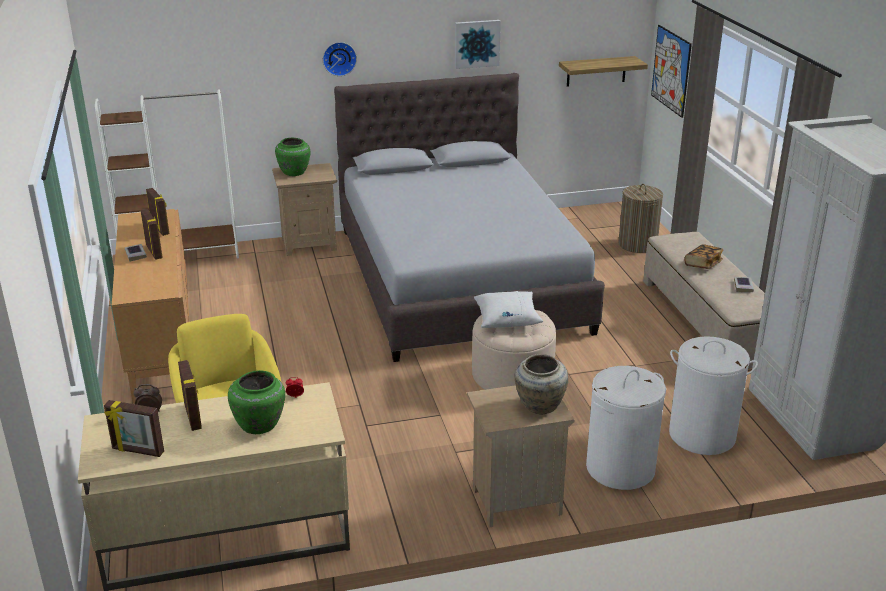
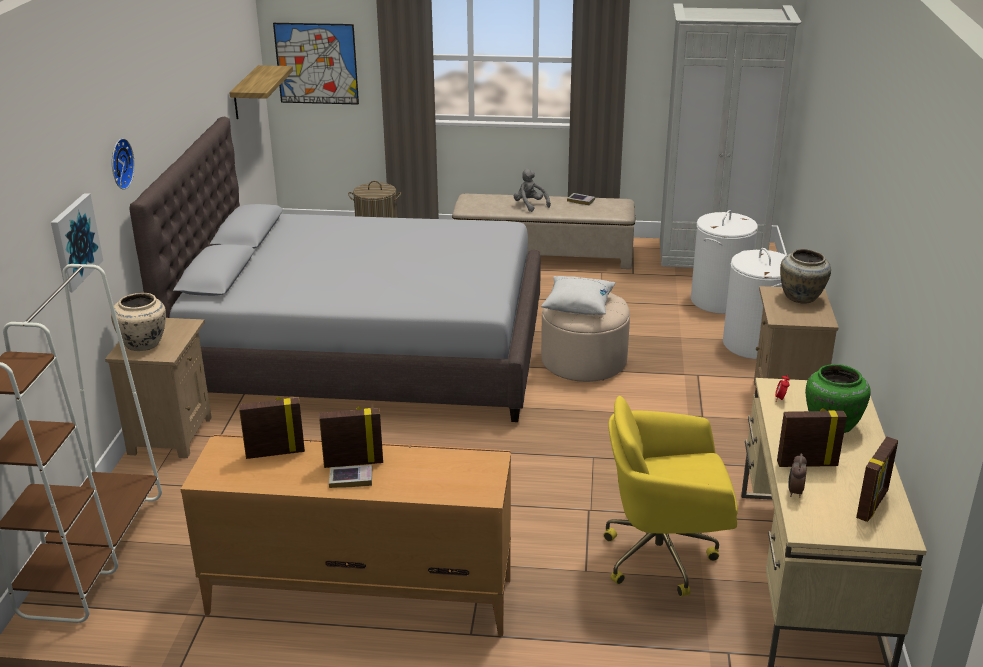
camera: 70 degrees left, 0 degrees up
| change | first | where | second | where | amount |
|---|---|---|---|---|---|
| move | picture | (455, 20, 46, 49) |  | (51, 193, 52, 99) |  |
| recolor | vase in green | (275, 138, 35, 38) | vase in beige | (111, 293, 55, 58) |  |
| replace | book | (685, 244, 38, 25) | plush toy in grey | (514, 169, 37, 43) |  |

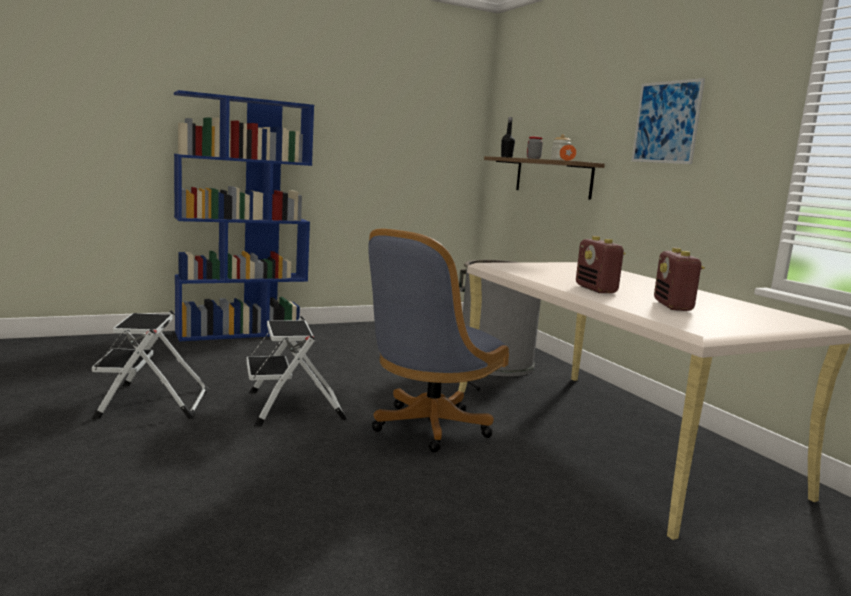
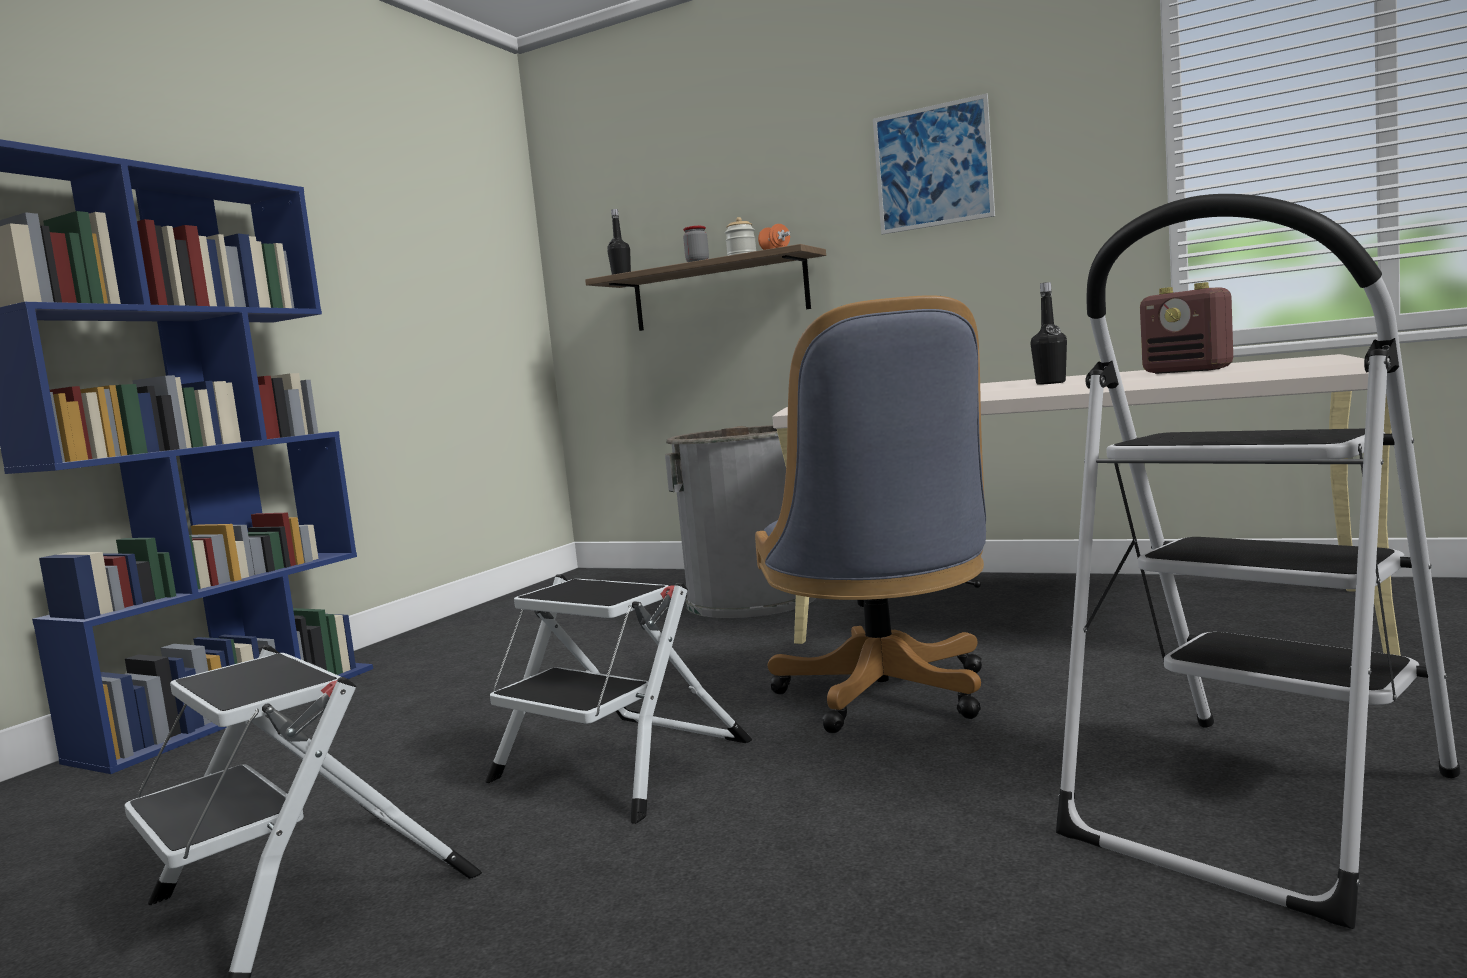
camera: 35 degrees left, 5 degrees down
| change | first | where | second | where | amount |
|---|---|---|---|---|---|
| replace | radio | (576, 236, 50, 57) | bottle in black | (1031, 282, 36, 103) |  |
| insert |  |  | step ladder | (1056, 194, 404, 735) |  |

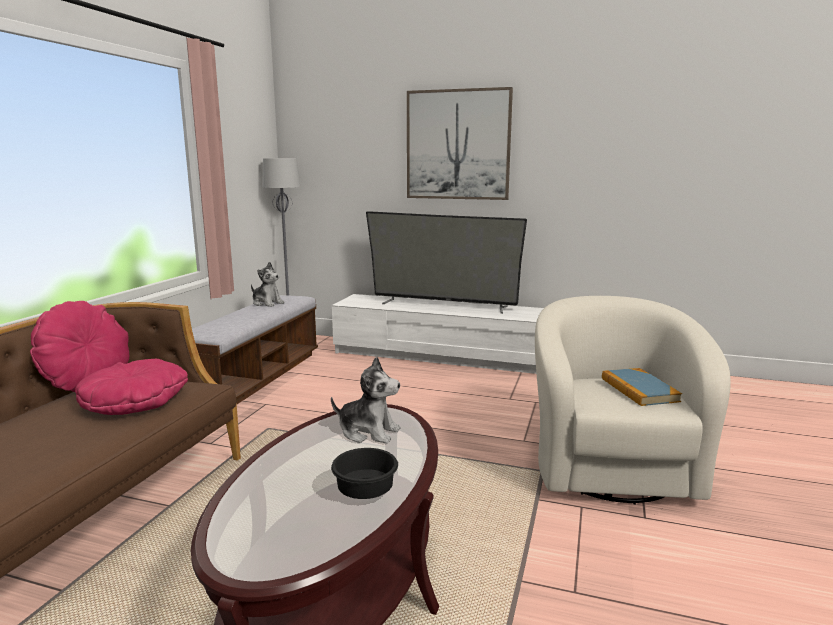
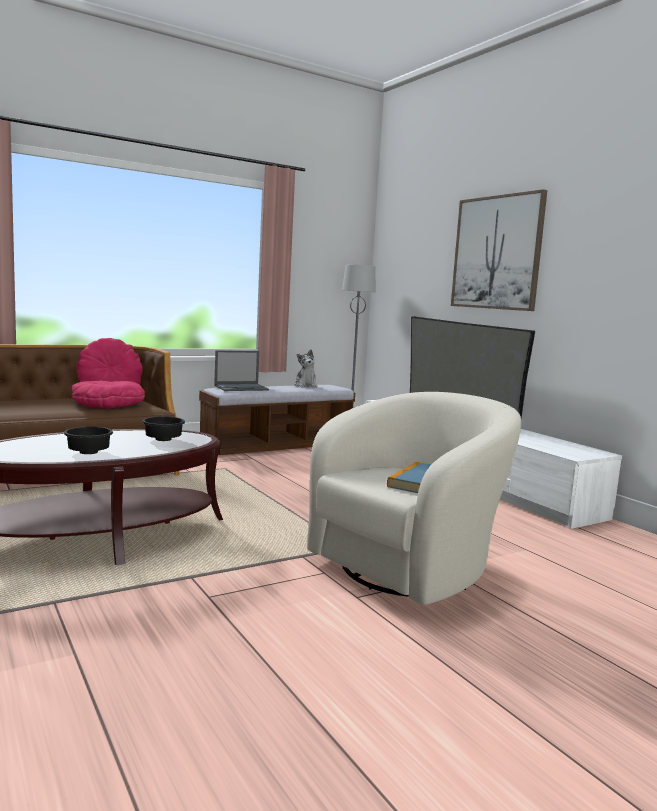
camera: 40 degrees right, 5 degrees down
| change | first | where | second | where | amount |
|---|---|---|---|---|---|
| replace | plush toy | (331, 356, 70, 88) | bowl in black | (142, 416, 43, 25) |  |
| insert |  |  | laptop | (214, 350, 55, 41) |  |

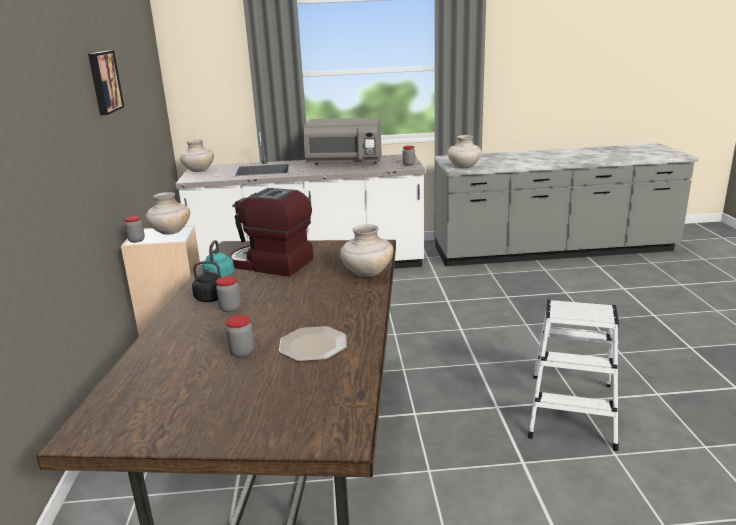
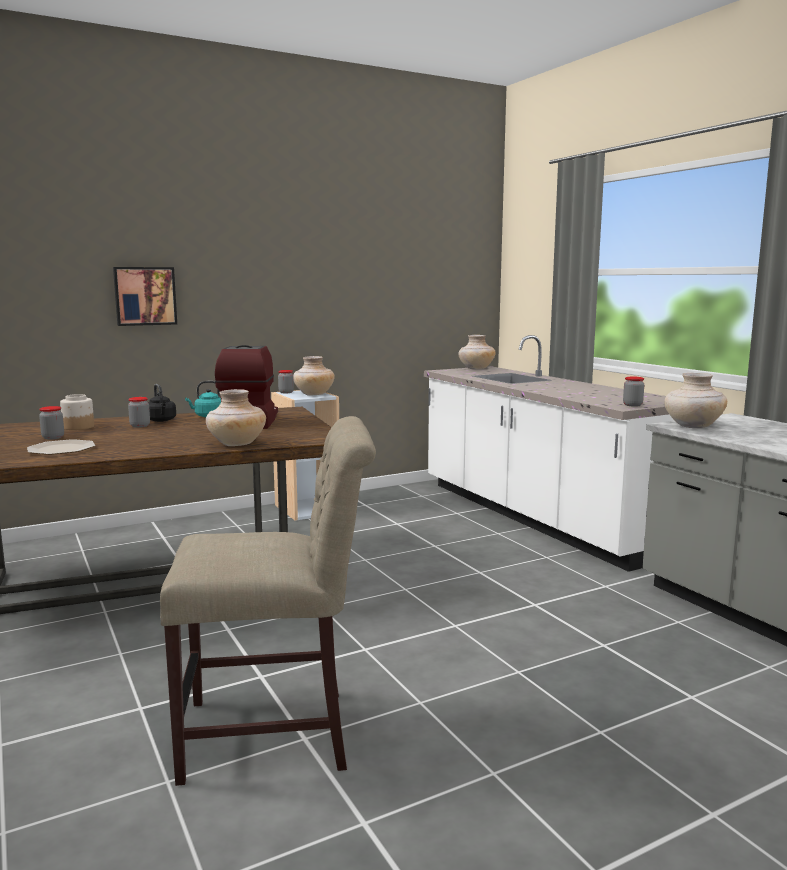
camera: 65 degrees right, 10 degrees down
| change | first | where | second | where | amount |
|---|---|---|---|---|---|
| insert |  |  | jar | (60, 394, 34, 36) |  |
| move | picture | (88, 50, 36, 65) |  | (113, 267, 64, 59) |  |
| replace | step ladder in white | (528, 299, 91, 152) | chair in beige | (160, 416, 216, 370) |  |
| delete | microwave in grey | (303, 117, 79, 48) |  |  |  |

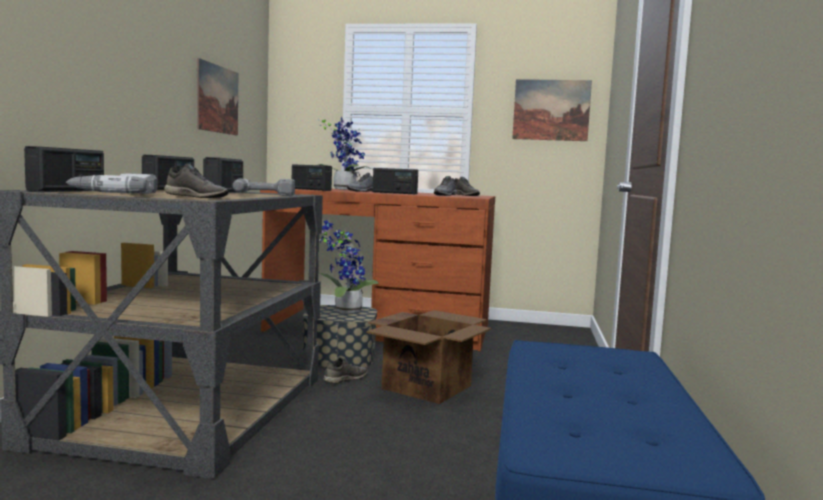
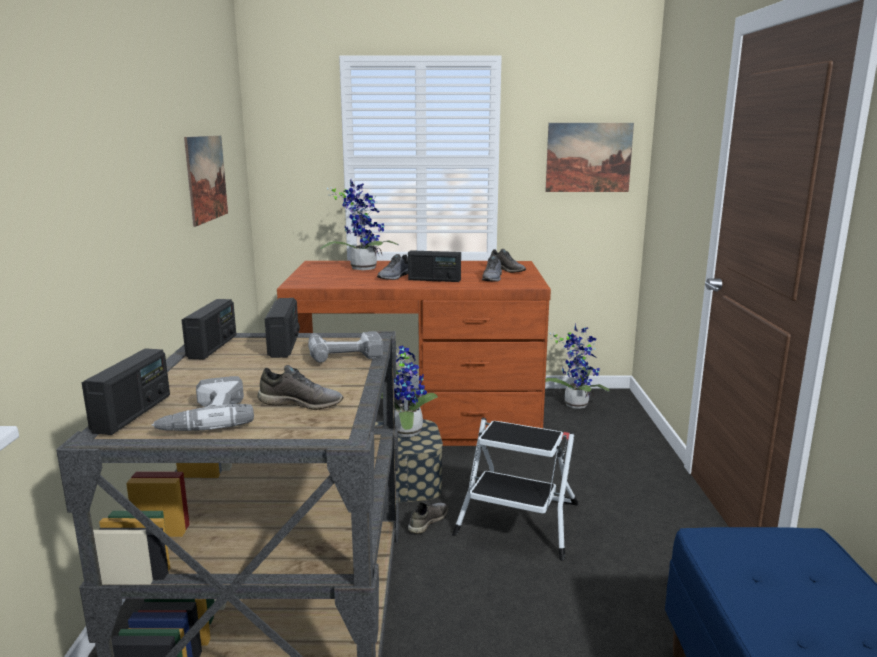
camera: 10 degrees left, 10 degrees up
| change | first | where | second | where | amount |
|---|---|---|---|---|---|
| replace | cardboard box | (366, 310, 126, 94) | step ladder | (452, 417, 127, 144) |  |
| insert |  |  | potted plant | (545, 323, 65, 86) |  |
| delete | radio | (292, 164, 40, 27) |  |  |  |

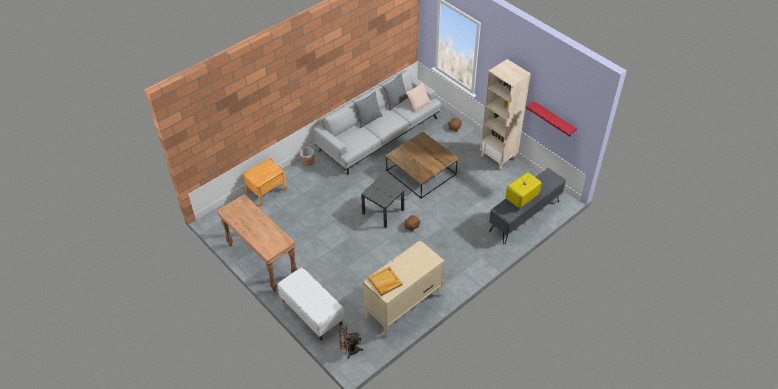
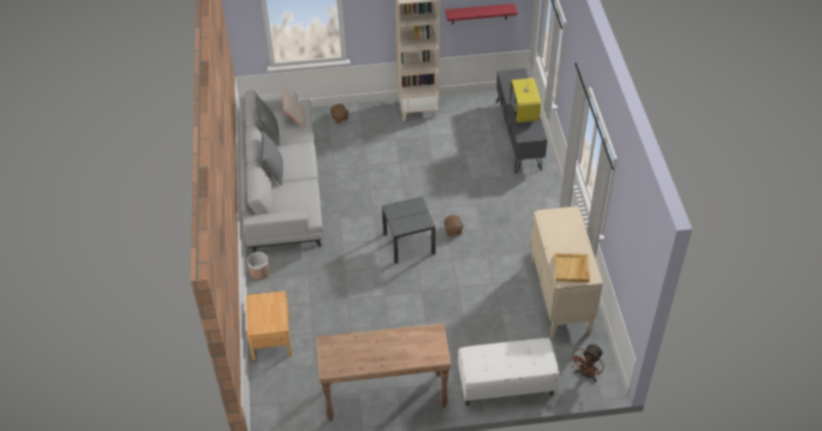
camera: 55 degrees left, 0 degrees up
| change | first | where | second | where | amount |
|---|---|---|---|---|---|
| delete | coffee table in brown | (385, 132, 74, 66) |  |  |  |

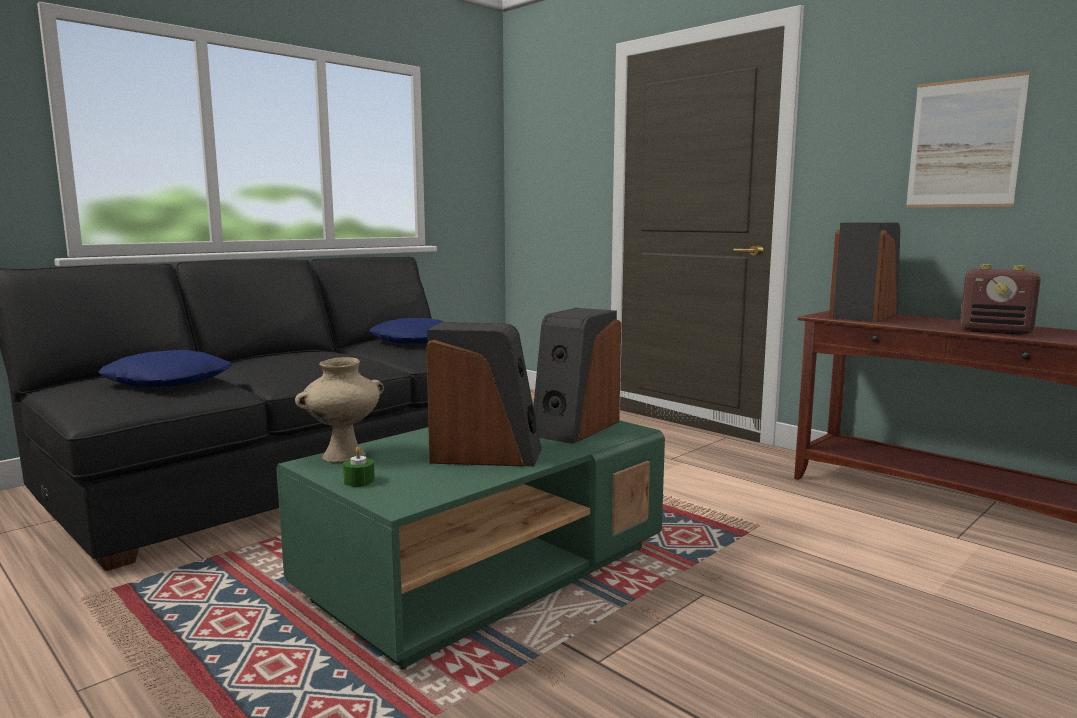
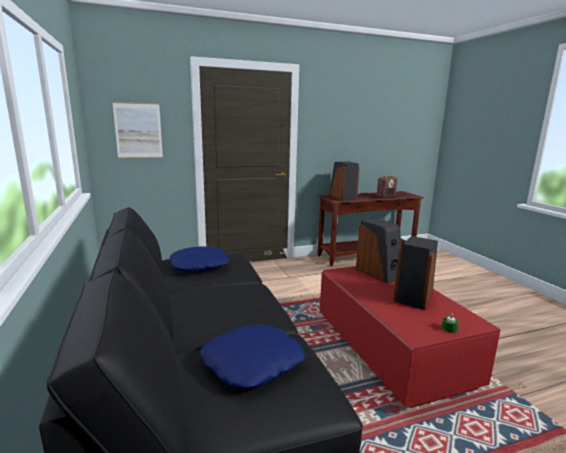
camera: 65 degrees left, 5 degrees up
| change | first | where | second | where | amount |
|---|---|---|---|---|---|
| move | picture | (906, 71, 124, 136) |  | (112, 102, 51, 56) |  |
| recolor | coffee table in green | (276, 402, 389, 267) | coffee table in red | (320, 266, 181, 142) |  |
| delete | vase in beige | (295, 357, 89, 105) |  |  |  |

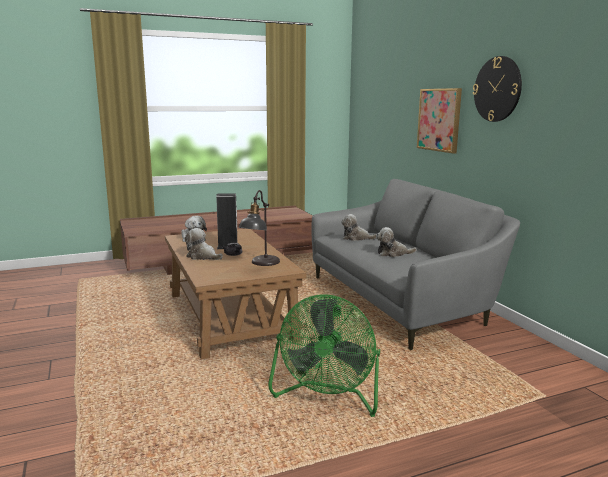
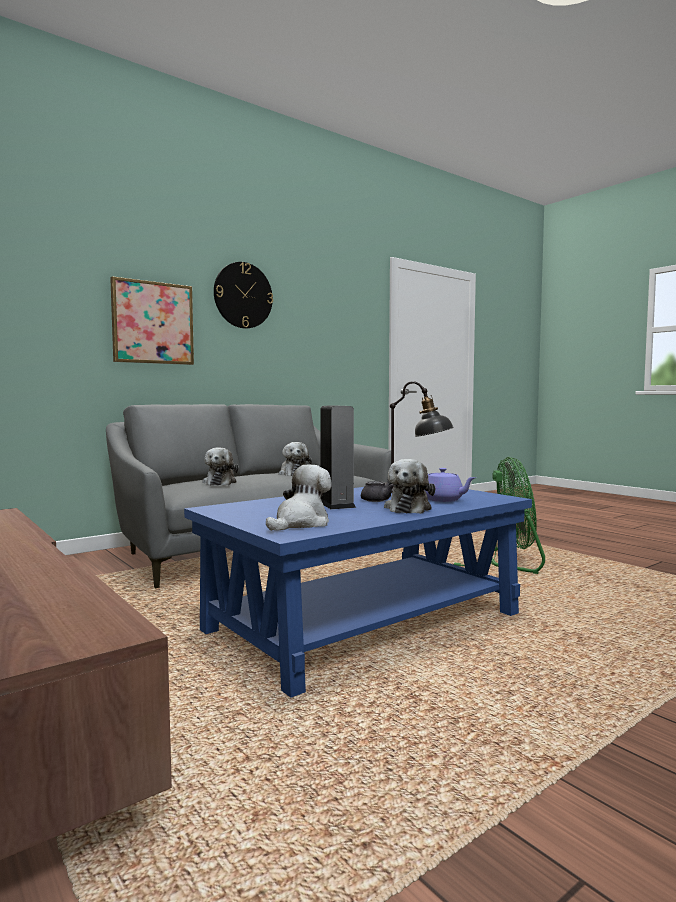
camera: 105 degrees left, 10 degrees down
| change | first | where | second | where | amount |
|---|---|---|---|---|---|
| recolor | coffee table in brown | (165, 229, 141, 130) | coffee table in blue | (184, 487, 348, 211) |  |
| insert |  |  | teapot in purple | (425, 468, 51, 34) |  |

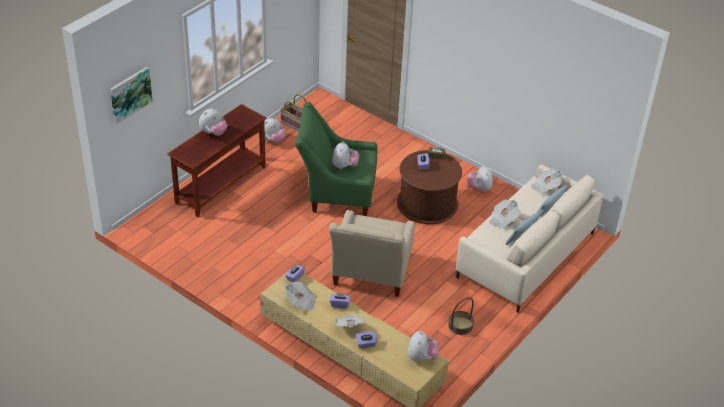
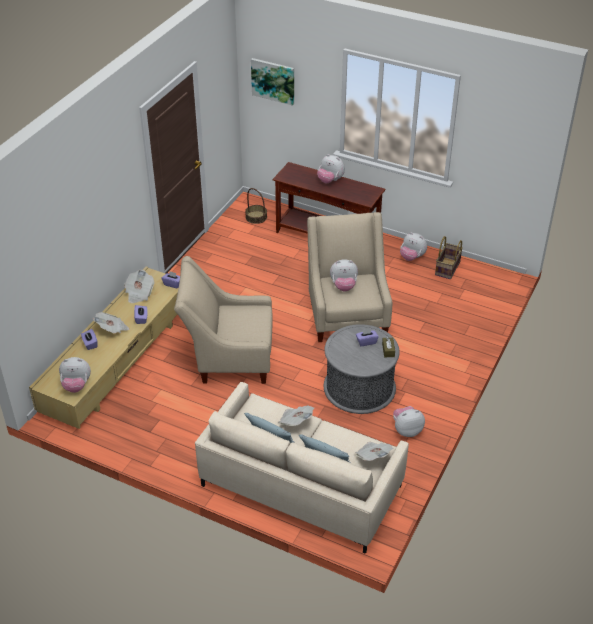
camera: 80 degrees right, 0 degrees up
| change | first | where | second | where | amount |
|---|---|---|---|---|---|
| move | basket | (448, 297, 26, 38) |  | (245, 188, 22, 36) |  |
| recolor | armchair in green | (295, 102, 82, 114) | armchair in beige | (307, 212, 85, 130) |  |
| recolor | coffee table in brown | (397, 150, 65, 74) | coffee table in grey | (324, 324, 76, 90) |  |

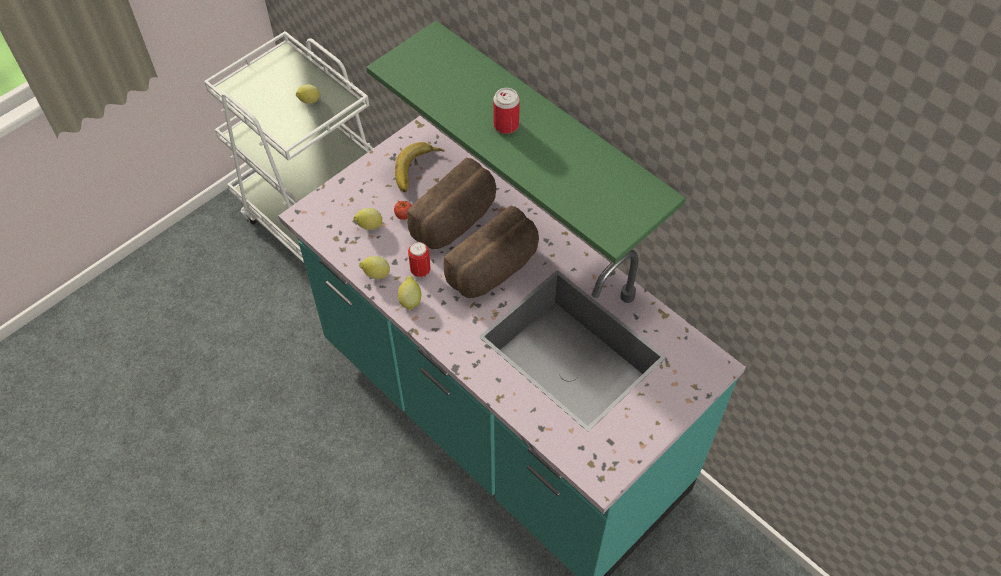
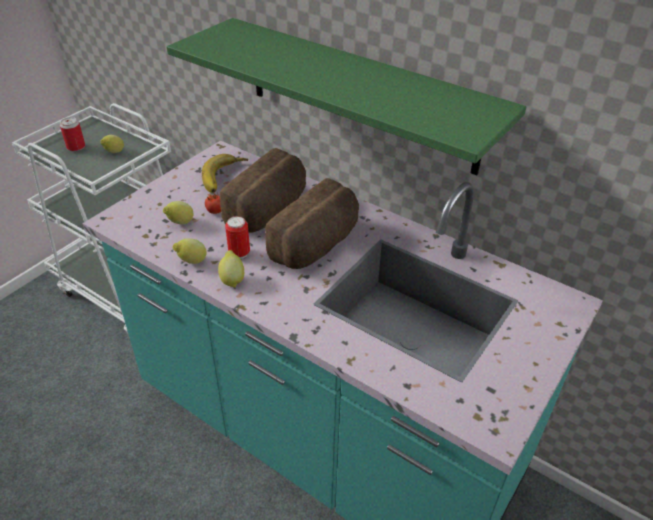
camera: 10 degrees left, 15 degrees down
| change | first | where | second | where | amount |
|---|---|---|---|---|---|
| move | can | (493, 88, 27, 46) |  | (60, 117, 25, 34) |  |

